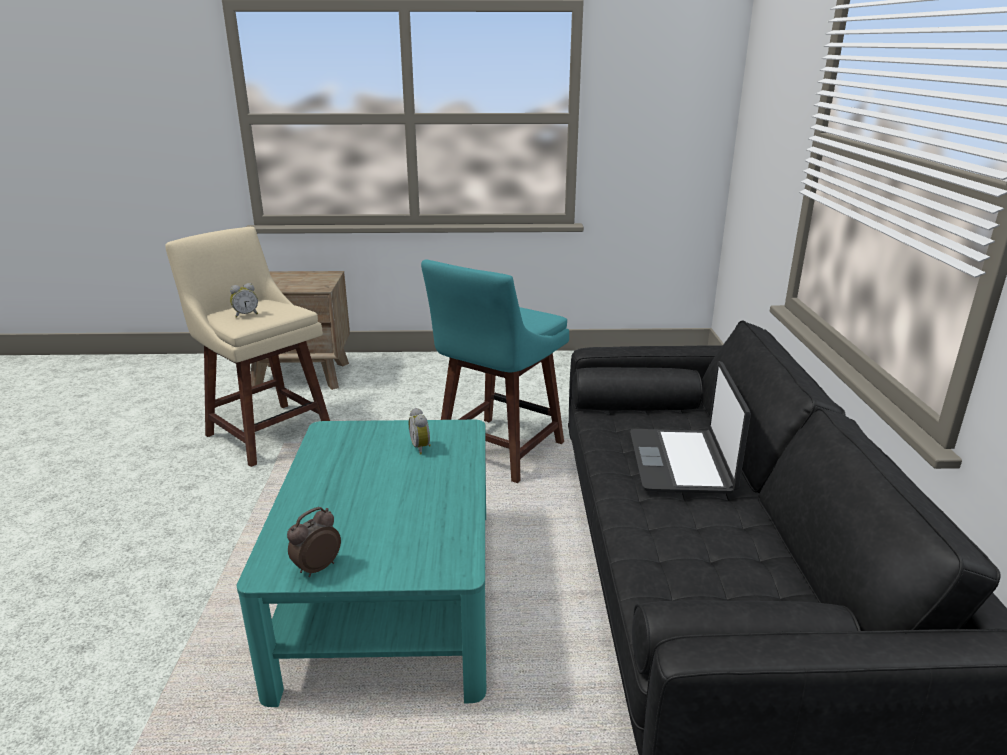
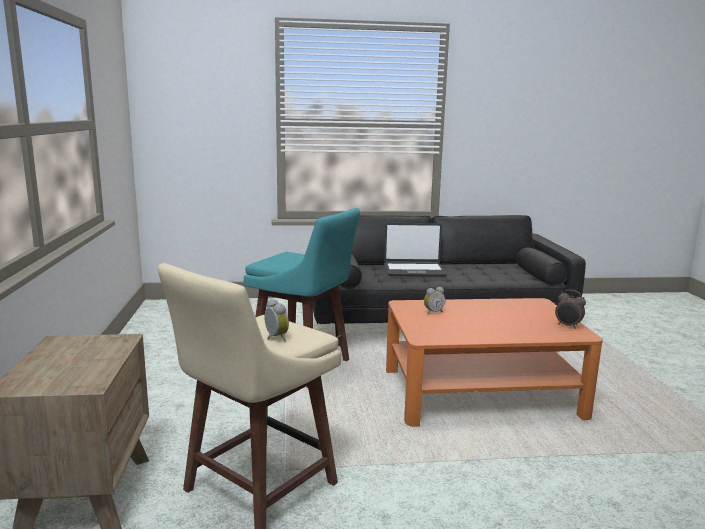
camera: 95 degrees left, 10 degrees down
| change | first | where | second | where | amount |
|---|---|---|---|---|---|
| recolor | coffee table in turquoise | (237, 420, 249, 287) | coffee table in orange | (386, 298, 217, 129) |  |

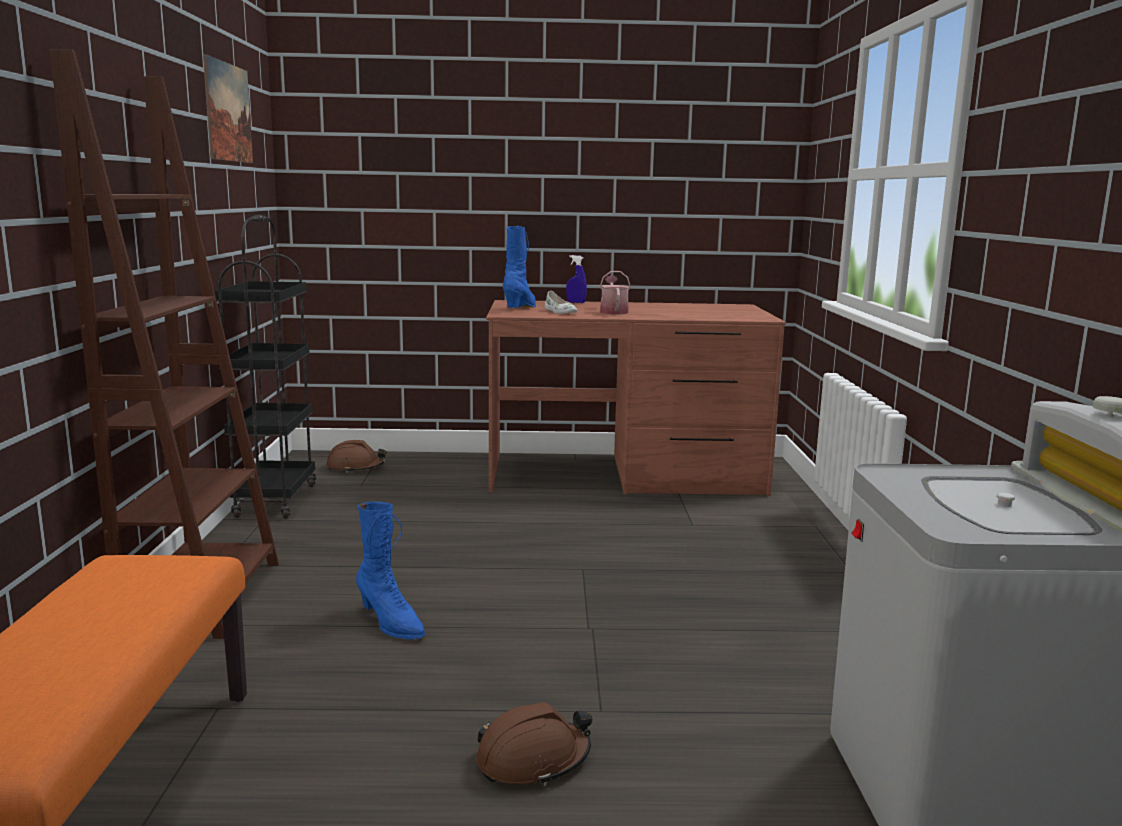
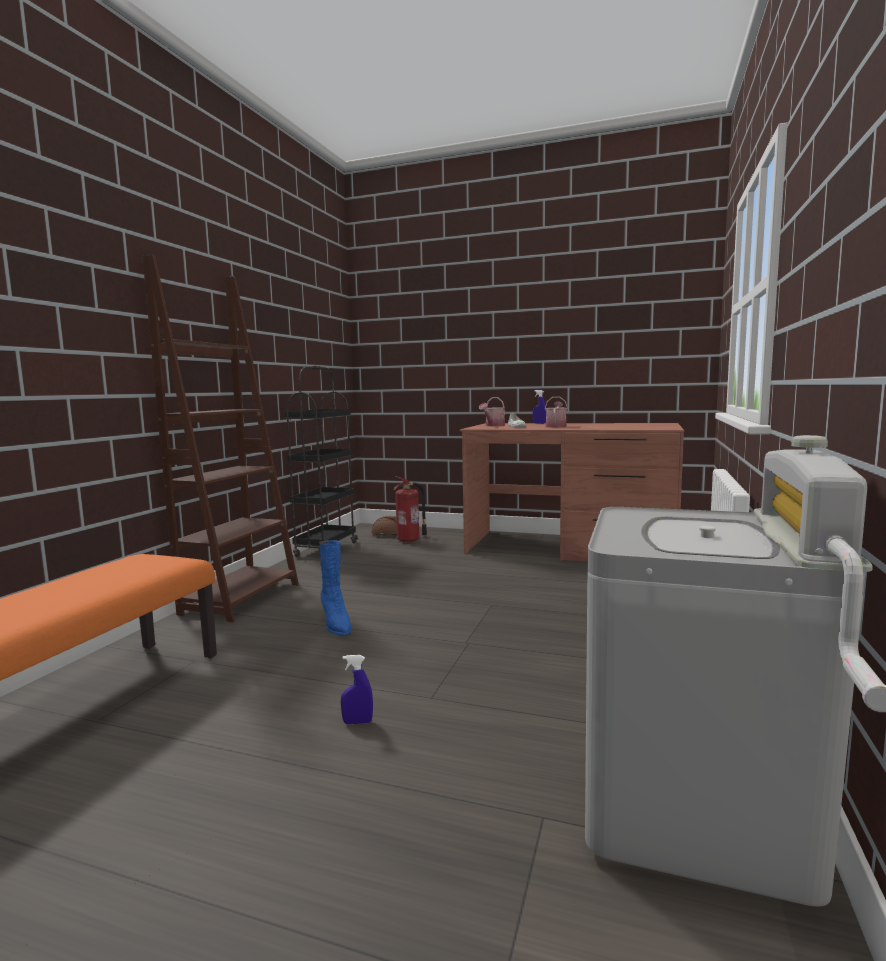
camera: 20 degrees right, 5 degrees down
| change | first | where | second | where | amount |
|---|---|---|---|---|---|
| replace | hard hat in brown | (476, 702, 116, 84) | spray bottle in blue | (341, 655, 32, 69) |  |
| insert |  |  | fire extinguisher | (393, 476, 34, 67) |  |
| replace | boot in blue | (503, 226, 33, 82) | watering can | (479, 397, 26, 29) |  |
| delete | picture | (203, 54, 50, 109) |  |  |  |

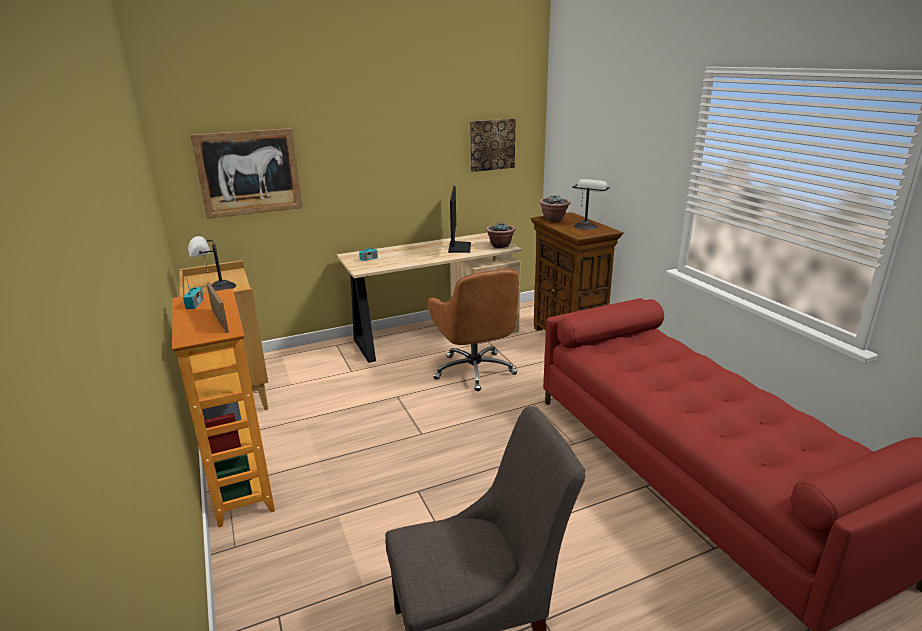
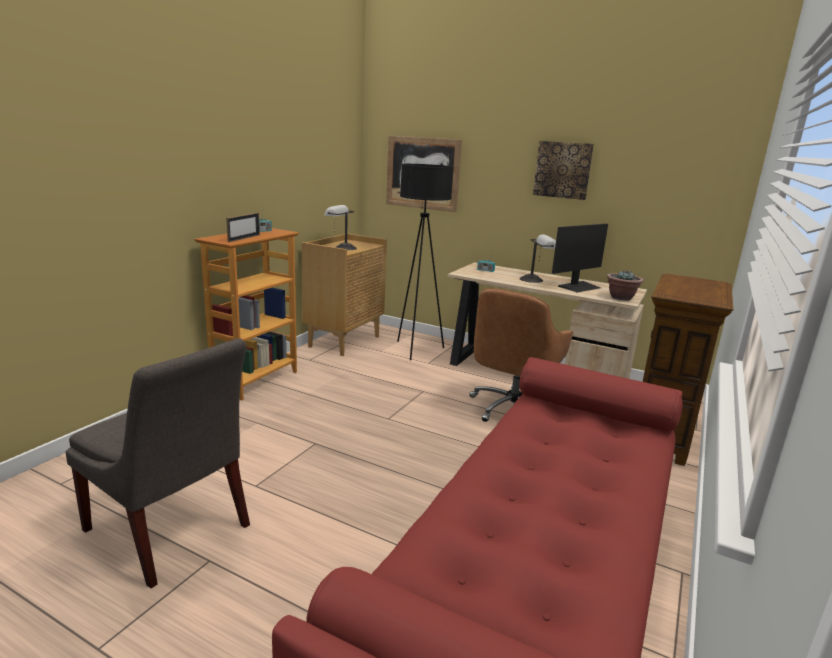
camera: 50 degrees right, 5 degrees down
| change | first | where | second | where | amount |
|---|---|---|---|---|---|
| insert |  |  | floor lamp in black | (397, 164, 57, 196) |  |
| move | table lamp | (572, 179, 38, 51) |  | (519, 234, 37, 49) |  |
| move | picture | (470, 119, 46, 53) |  | (533, 141, 61, 59) |  |
| delete | potted plant | (539, 195, 31, 27) |  |  |  |

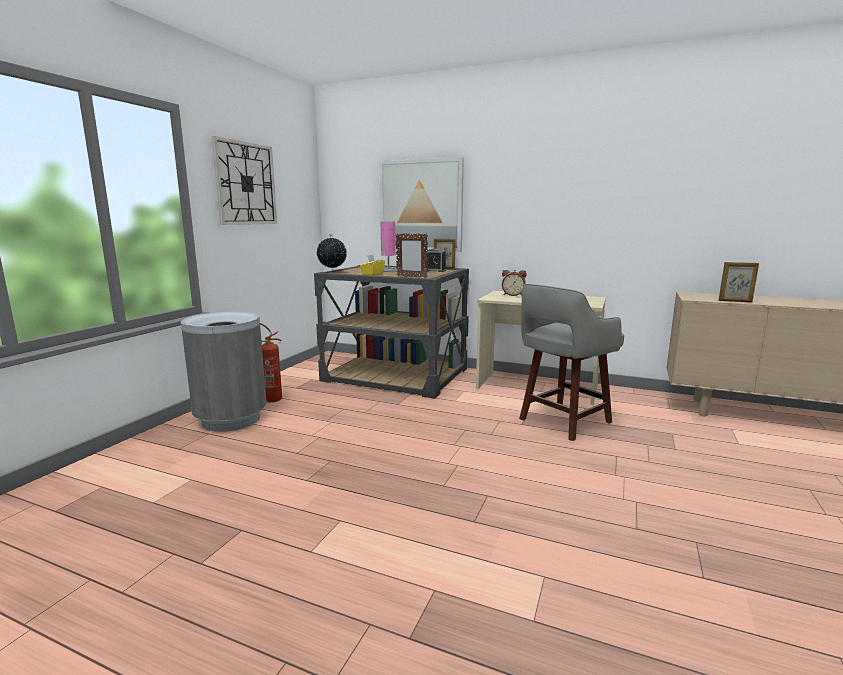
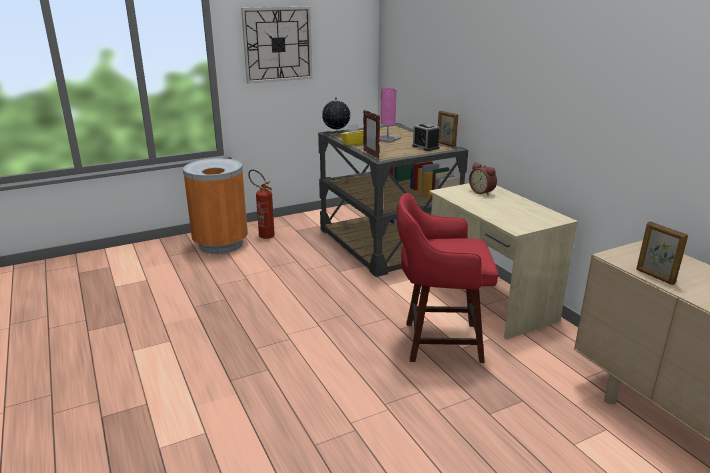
camera: 40 degrees right, 10 degrees up
| change | first | where | second | where | amount |
|---|---|---|---|---|---|
| recolor | trash can in grey | (181, 312, 86, 120) | trash can in orange | (183, 158, 65, 96) |  |
| recolor | stool in grey | (519, 284, 105, 157) | stool in red | (397, 193, 101, 170) |  |
| delete | picture | (379, 157, 85, 95) |  |  |  |

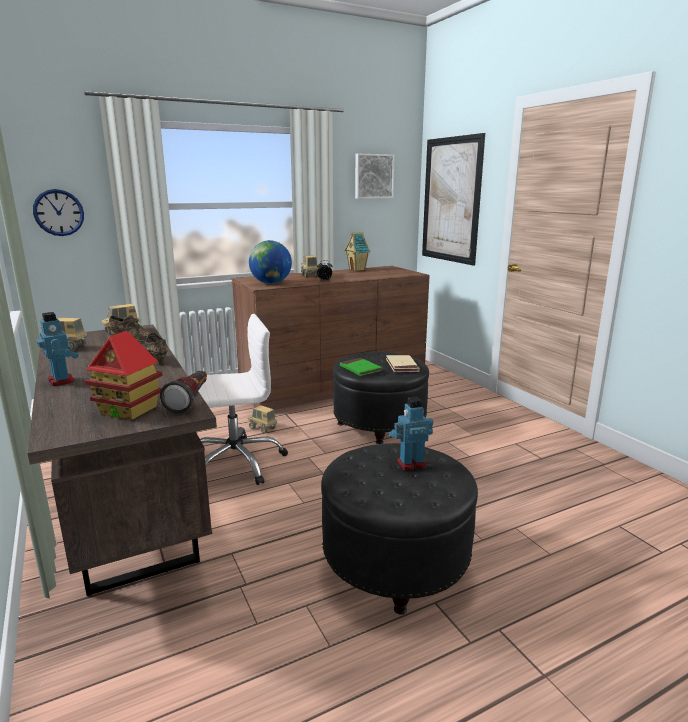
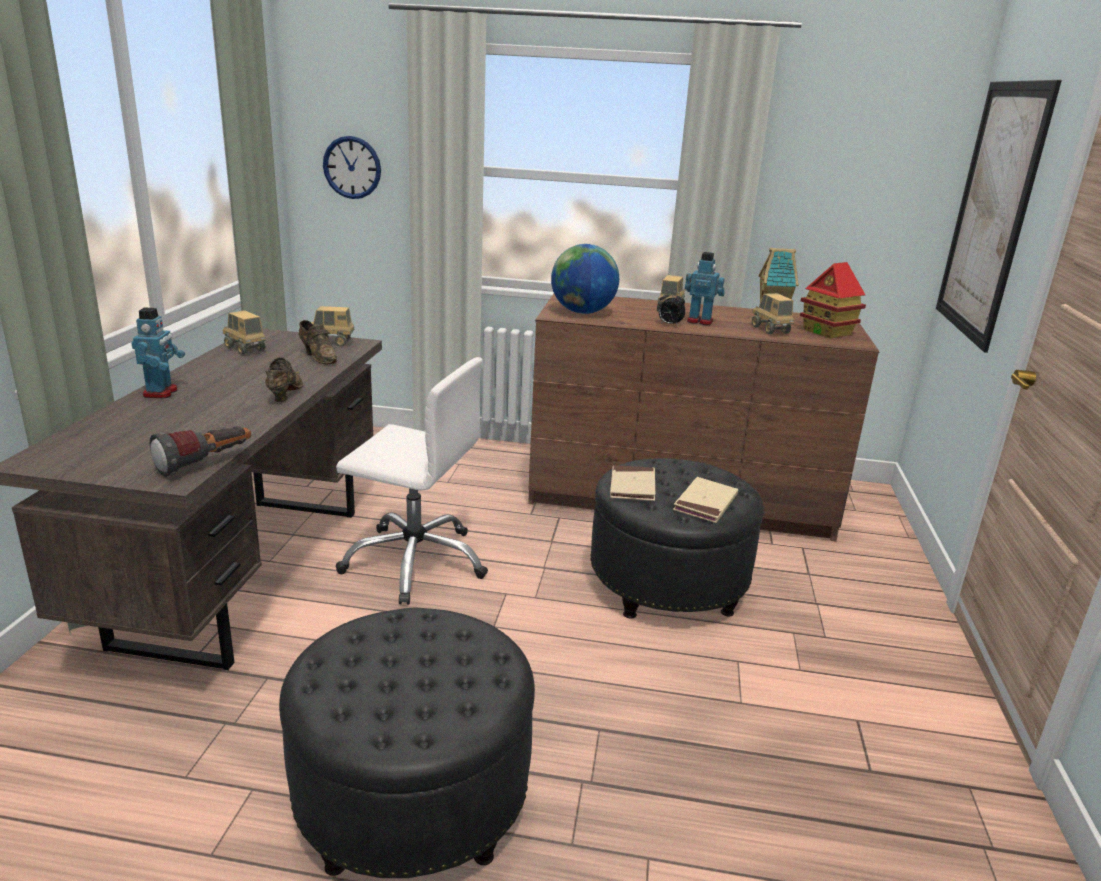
camera: 35 degrees right, 5 degrees up
| change | first | where | second | where | amount |
|---|---|---|---|---|---|
| recolor | book in green | (340, 358, 42, 18) | book in beige | (610, 465, 45, 36) |  |
| move | toy robot | (389, 397, 44, 74) |  | (685, 252, 40, 73) |  |
| move | toy truck | (248, 405, 29, 28) |  | (752, 293, 42, 41) |  |
| move | toy house | (85, 331, 78, 89) |  | (800, 262, 66, 76) |  |
| delete | picture | (355, 154, 40, 45) |  |  |  |

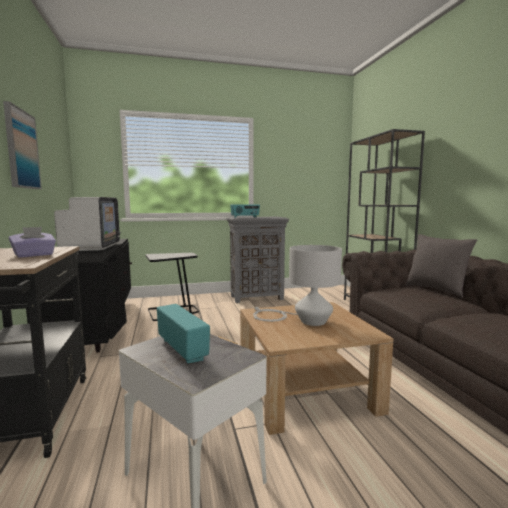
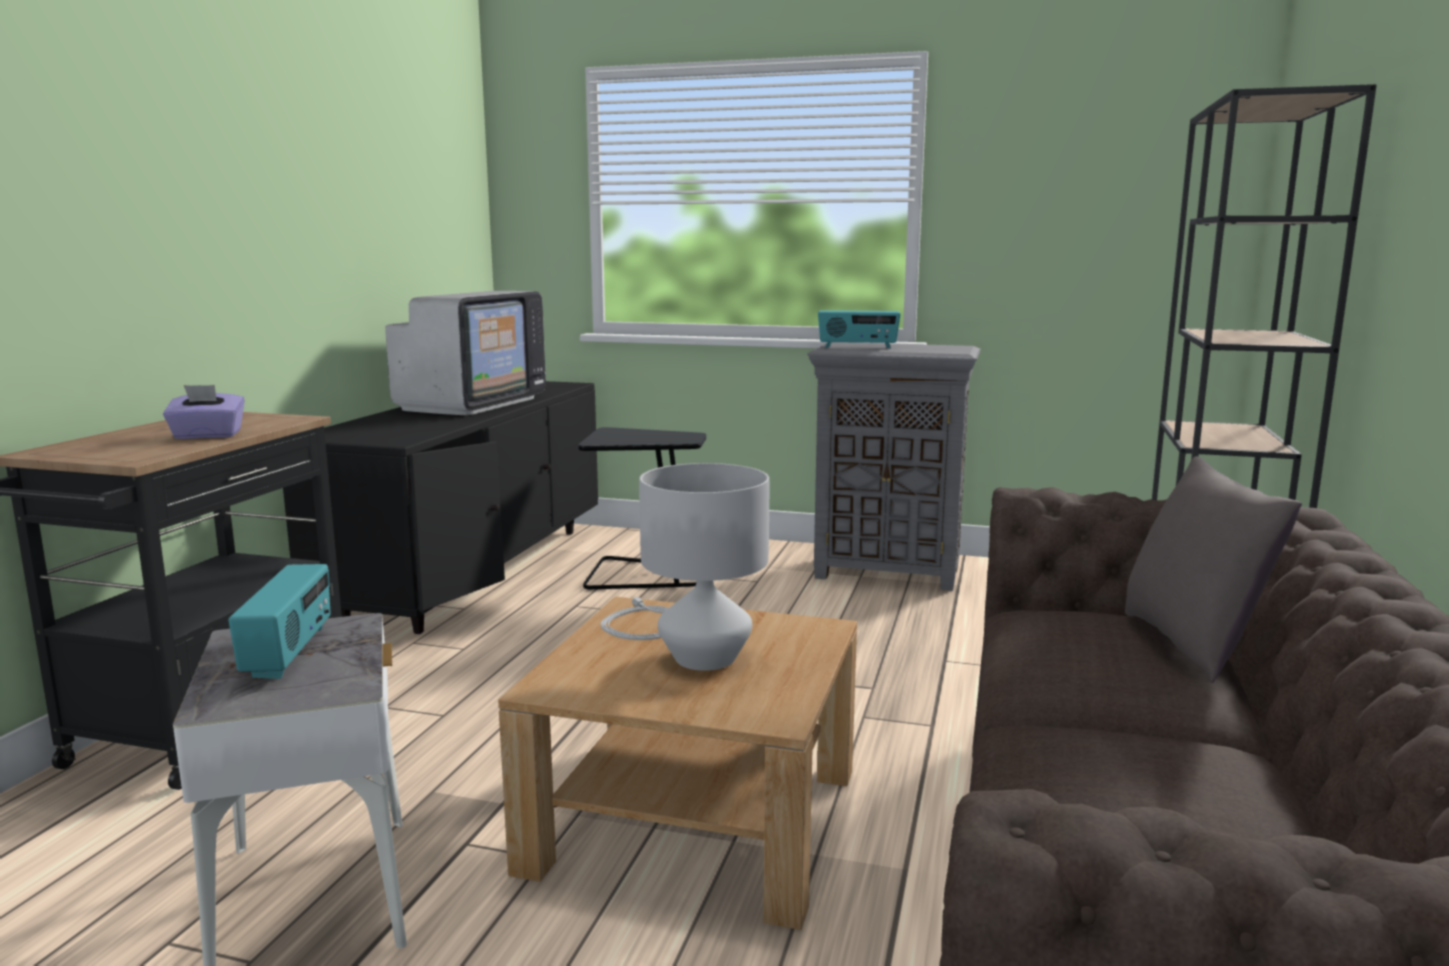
camera: 30 degrees right, 5 degrees up
| change | first | where | second | where | amount |
|---|---|---|---|---|---|
| delete | picture | (3, 101, 39, 88) |  |  |  |

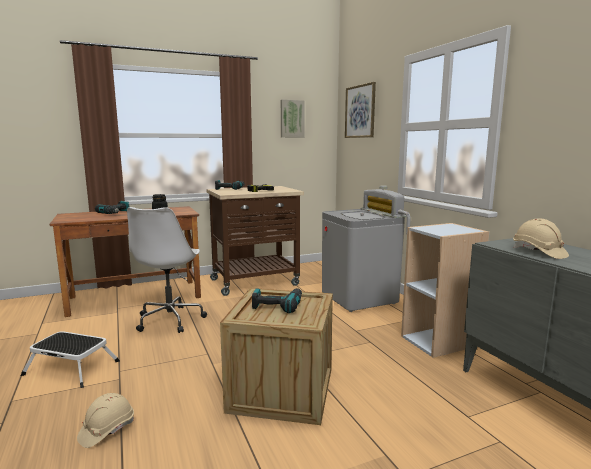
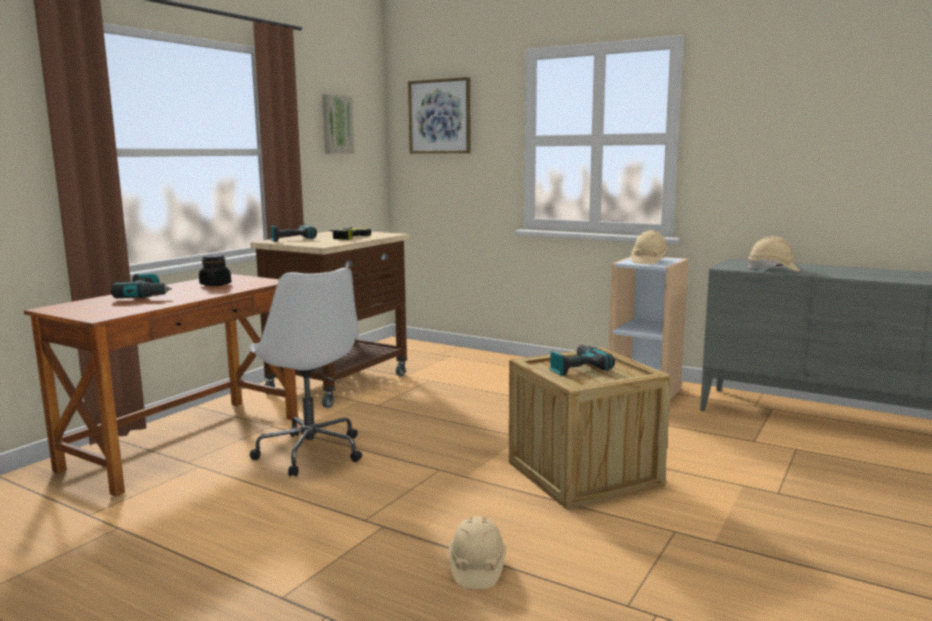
camera: 35 degrees left, 0 degrees up
| change | first | where | second | where | amount |
|---|---|---|---|---|---|
| insert |  |  | hard hat in beige | (631, 231, 38, 33) |  |
| delete | step ladder in black | (21, 331, 99, 57) |  |  |  |
| delete | washing machine in grey | (322, 185, 89, 127) |  |  |  |

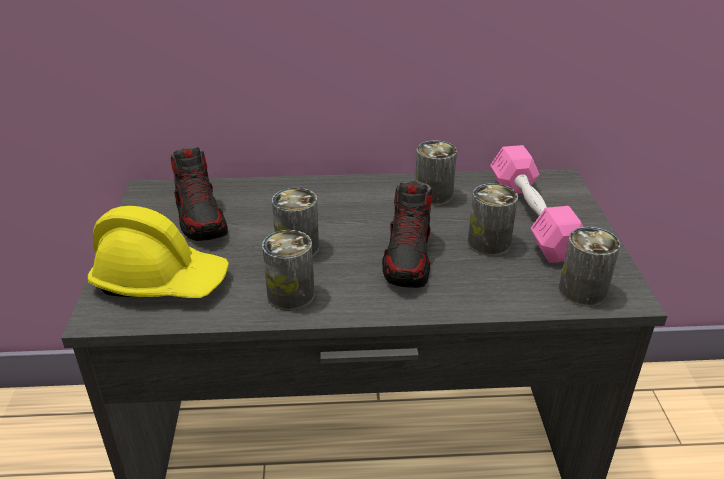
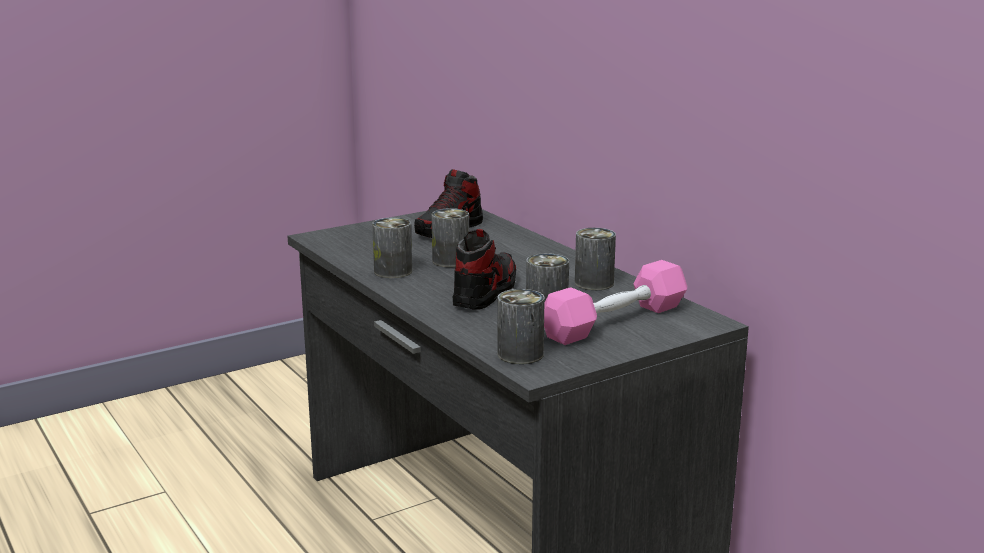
camera: 60 degrees right, 15 degrees down
| change | first | where | second | where | amount |
|---|---|---|---|---|---|
| rotate | shoe | (382, 180, 50, 108) |  | (453, 229, 63, 81) | 135 degrees clockwise |
| delete | hard hat in yellow | (88, 206, 141, 92) |  |  |  |

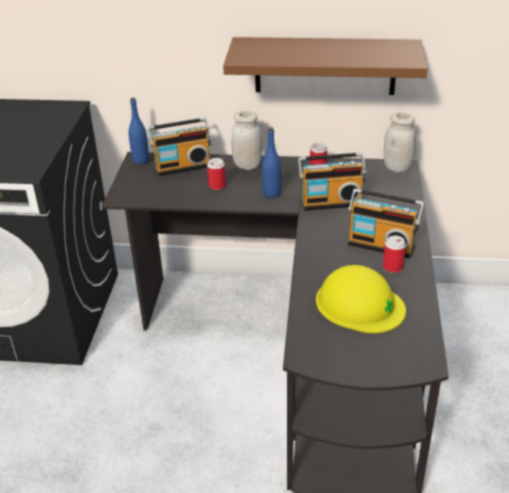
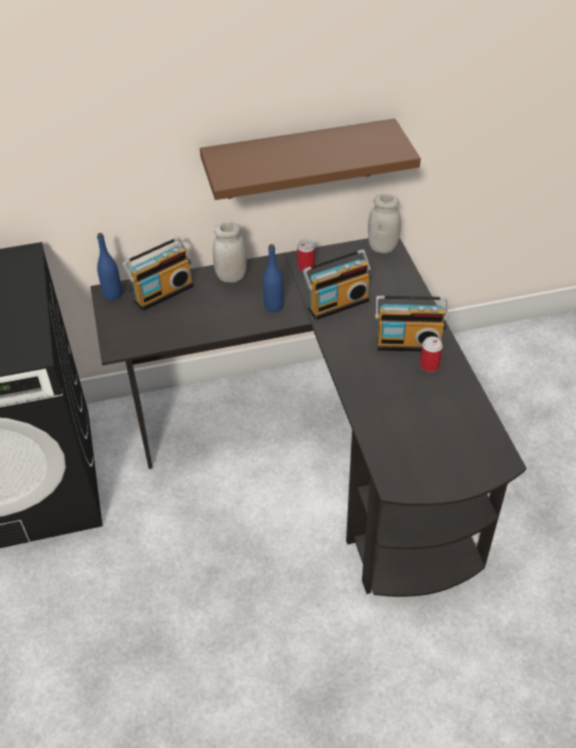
camera: 20 degrees left, 10 degrees up
| change | first | where | second | where | amount |
|---|---|---|---|---|---|
| delete | can | (207, 158, 19, 32) |  |  |  |
| delete | hard hat in yellow | (316, 265, 90, 68) |  |  |  |

